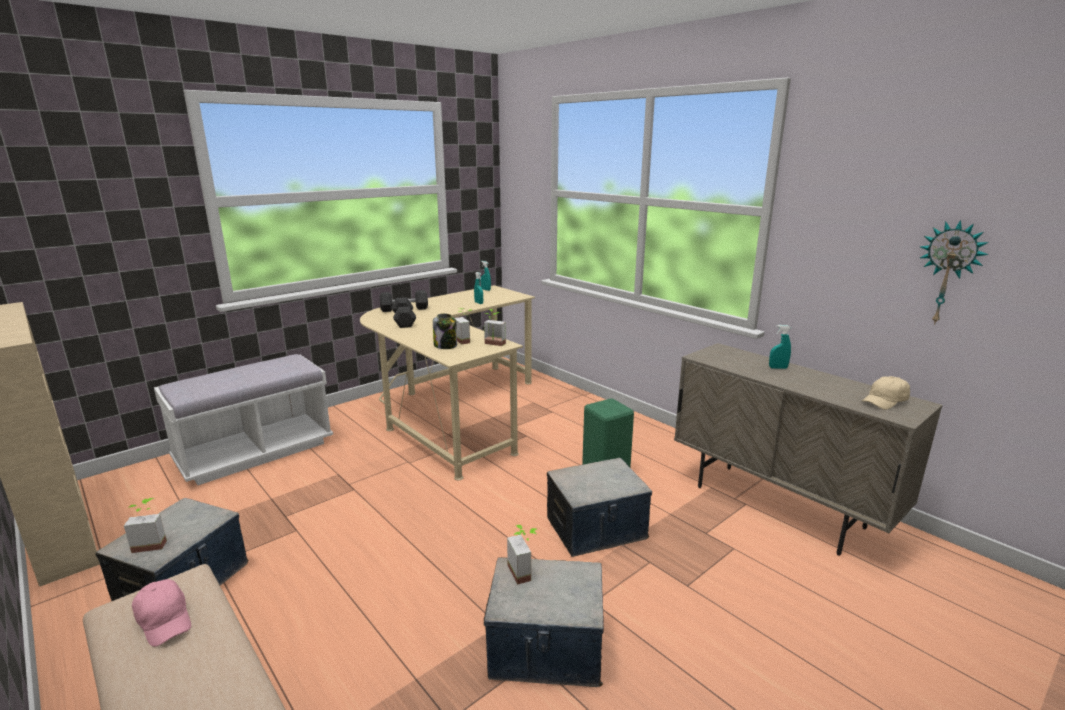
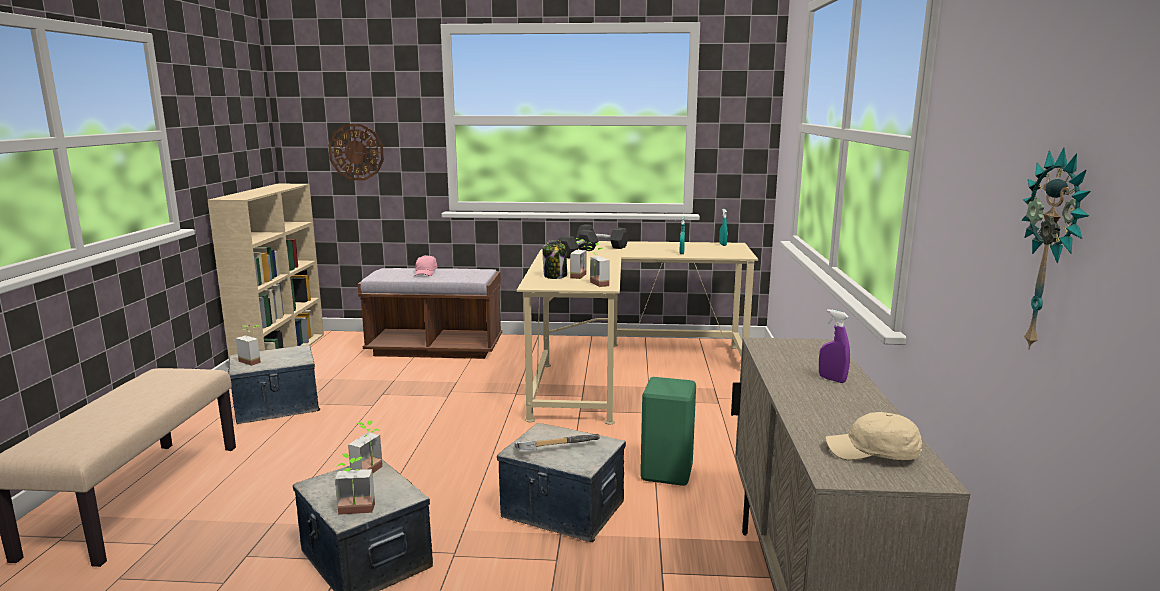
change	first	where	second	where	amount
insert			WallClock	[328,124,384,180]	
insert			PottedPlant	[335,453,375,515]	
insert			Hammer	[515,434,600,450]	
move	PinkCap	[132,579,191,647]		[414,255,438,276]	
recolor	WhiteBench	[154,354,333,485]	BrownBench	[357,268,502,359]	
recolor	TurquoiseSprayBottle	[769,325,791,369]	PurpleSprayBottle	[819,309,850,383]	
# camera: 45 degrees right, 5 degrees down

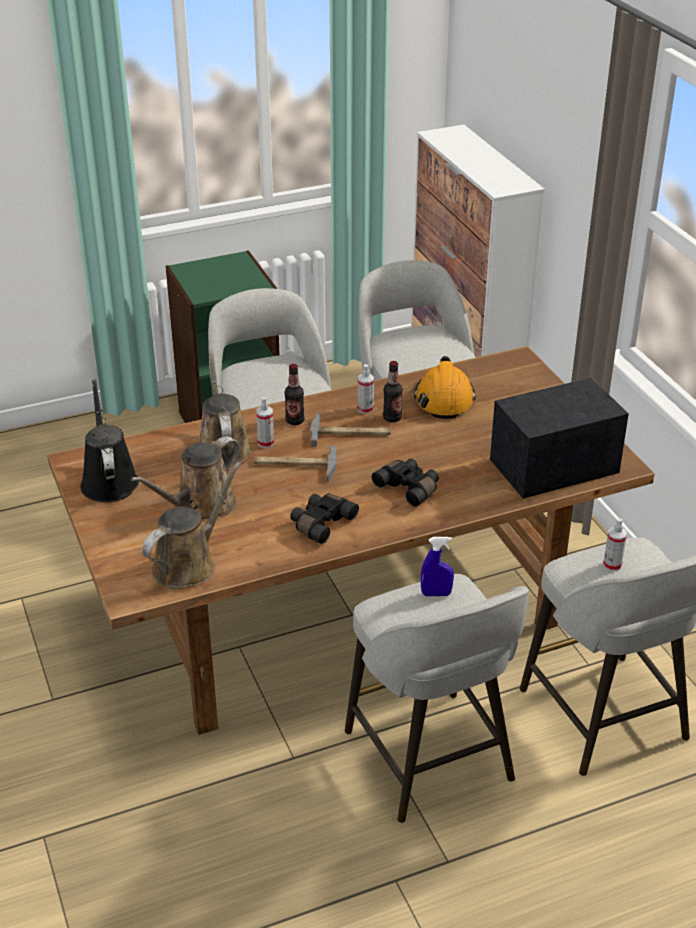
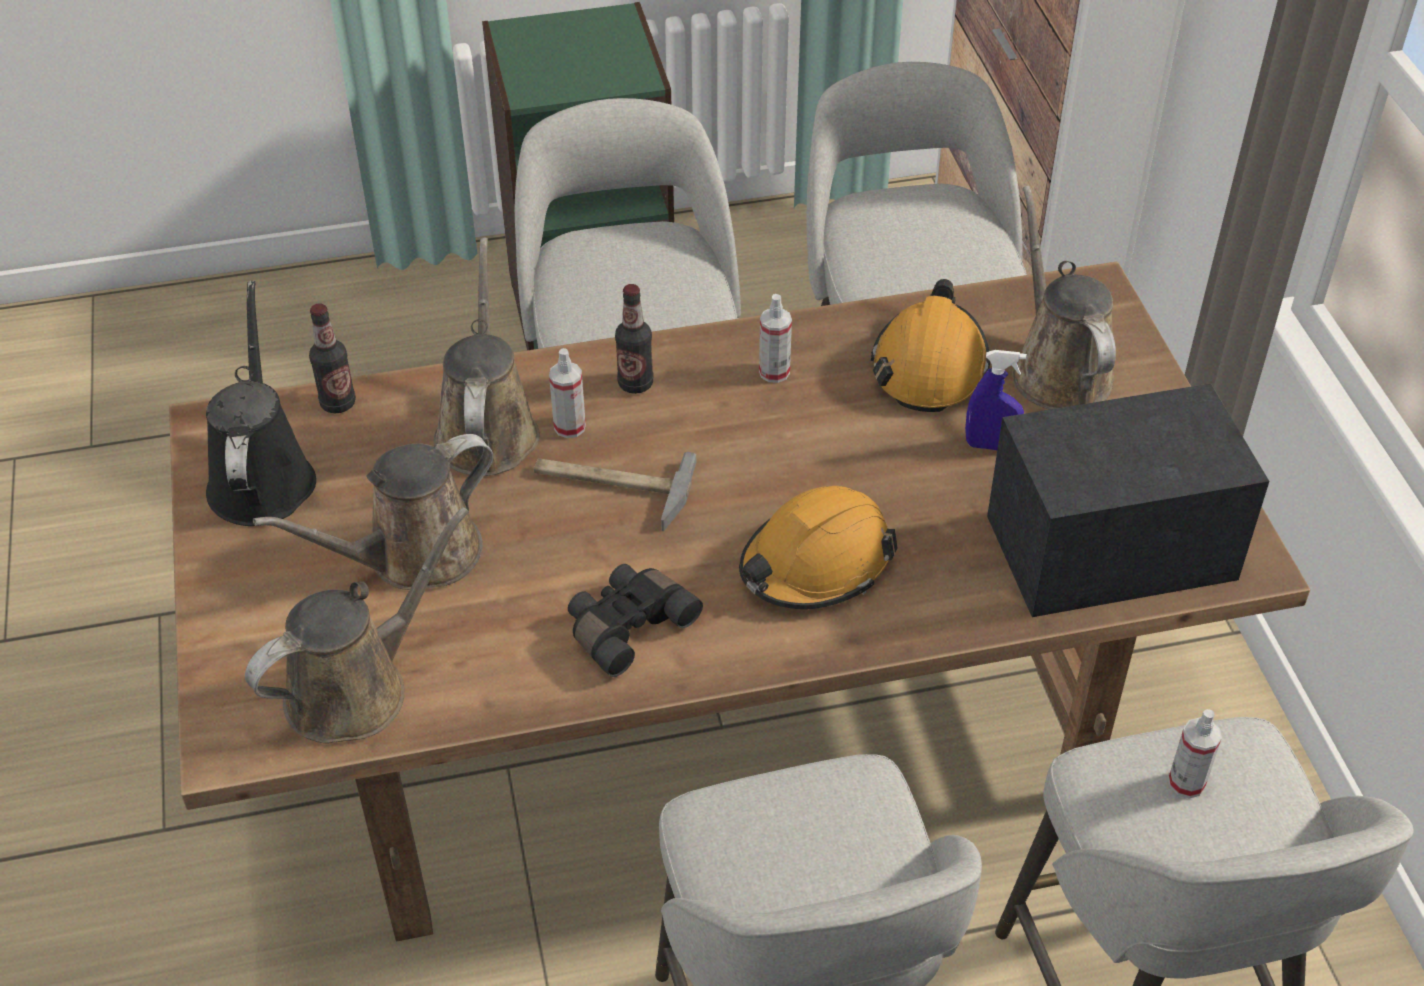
change	first	where	second	where	amount
delete	Hammer	[310,412,391,446]			
insert			BrownWateringCan	[1013,186,1116,410]	
move	Bottle	[383,361,403,422]		[309,303,356,413]	
move	BlueSprayBottle	[421,537,454,596]		[965,350,1027,450]	
replace	BlackBinoculars	[372,459,439,507]	OrangeHardHat	[739,486,898,609]	
# camera: 10 degrees right, 10 degrees up

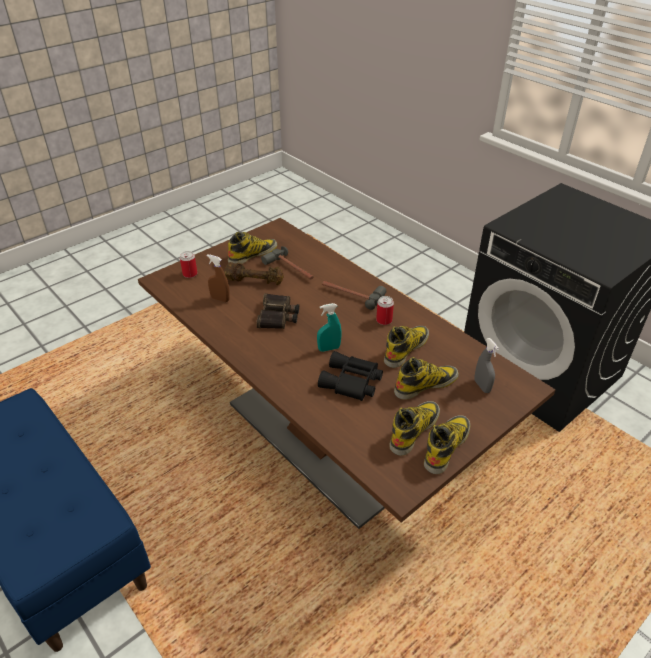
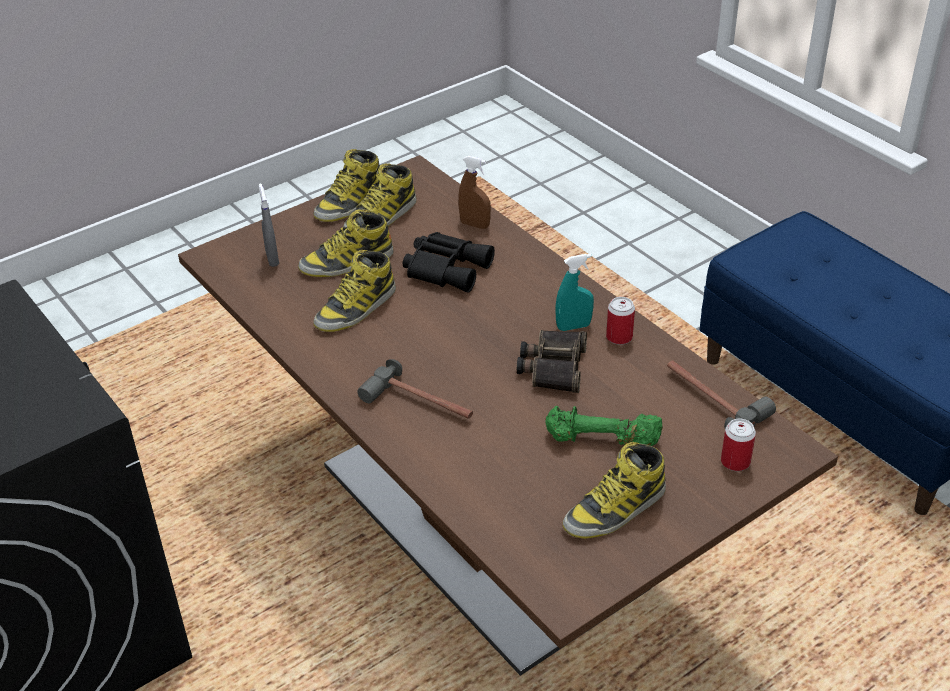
change	first	where	second	where	amount
move	BrownSprayBottle	[206,254,230,302]		[458,156,491,229]	
move	Hammer	[261,246,313,280]		[667,360,776,428]	
move	TurquoiseSprayBottle	[317,303,342,352]		[555,254,594,331]	
move	Can	[376,296,394,325]		[606,297,635,345]	
recolor	BrownDumbbell	[224,262,284,285]	GreenDumbbell	[545,406,663,446]	
# camera: 175 degrees left, 0 degrees up

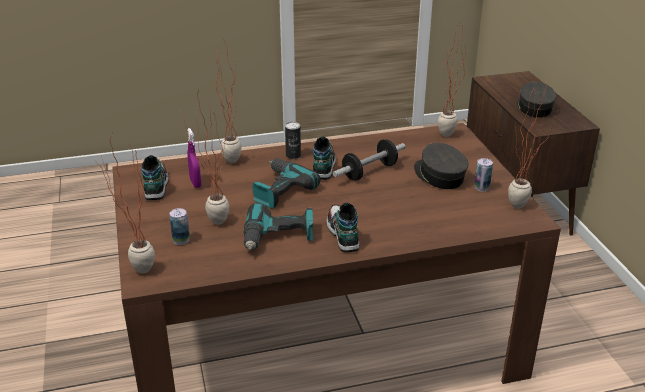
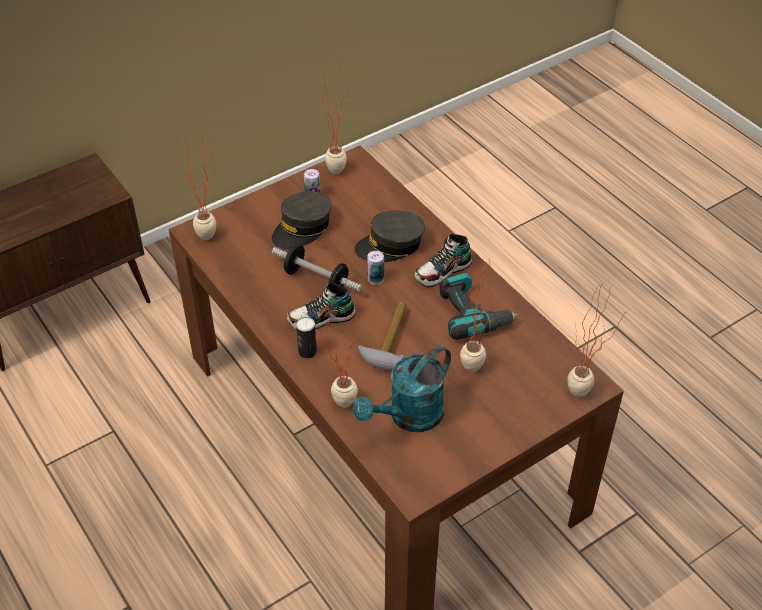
change	first	where	second	where	amount
delete	Shoe	[141,155,169,200]			
move	Can	[170,208,190,245]		[367,251,384,285]	
move	GreyCap	[517,81,556,118]		[354,211,425,262]	
replace	PurpleSprayBottle	[187,128,201,188]	TurquoiseWateringCan	[353,345,451,432]	
replace	PowerDrill	[252,158,320,209]	Hammer	[358,302,407,370]	
# camera: 110 degrees left, 15 degrees up

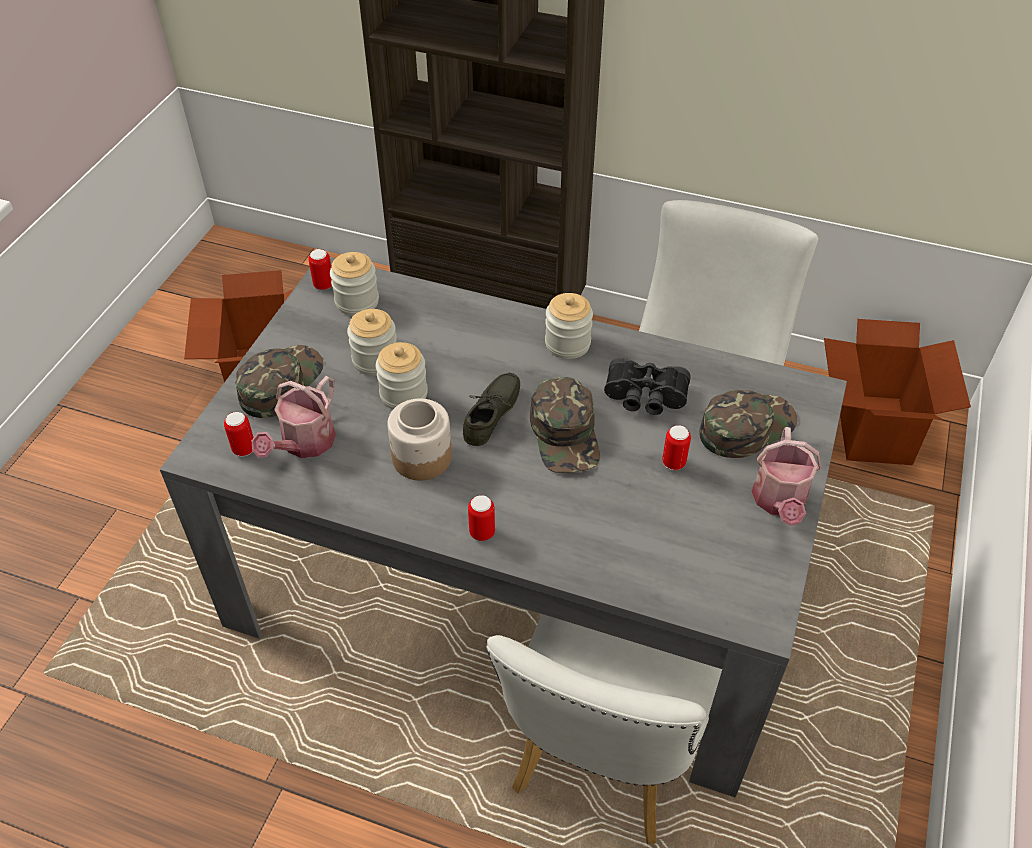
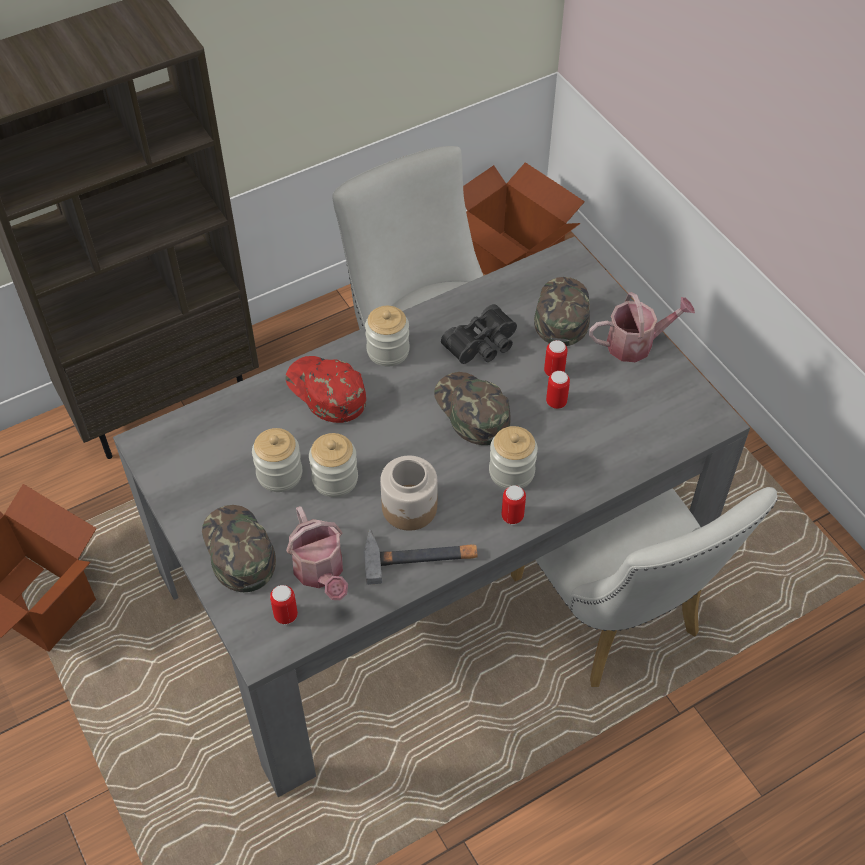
change	first	where	second	where	amount
delete	GreyShoe	[463,373,520,446]			
insert			RedCap	[286,356,366,423]	
insert			Hammer	[364,530,477,585]	
move	Can	[308,249,332,290]		[546,371,570,409]	
move	Jar	[330,252,379,316]		[489,426,538,489]	
rotate	GreenCap	[530,377,600,473]		[434,372,511,445]	150 degrees counterclockwise
rotate	WateringCan	[751,427,821,526]		[589,292,695,362]	60 degrees counterclockwise
# camera: 50 degrees left, 5 degrees up

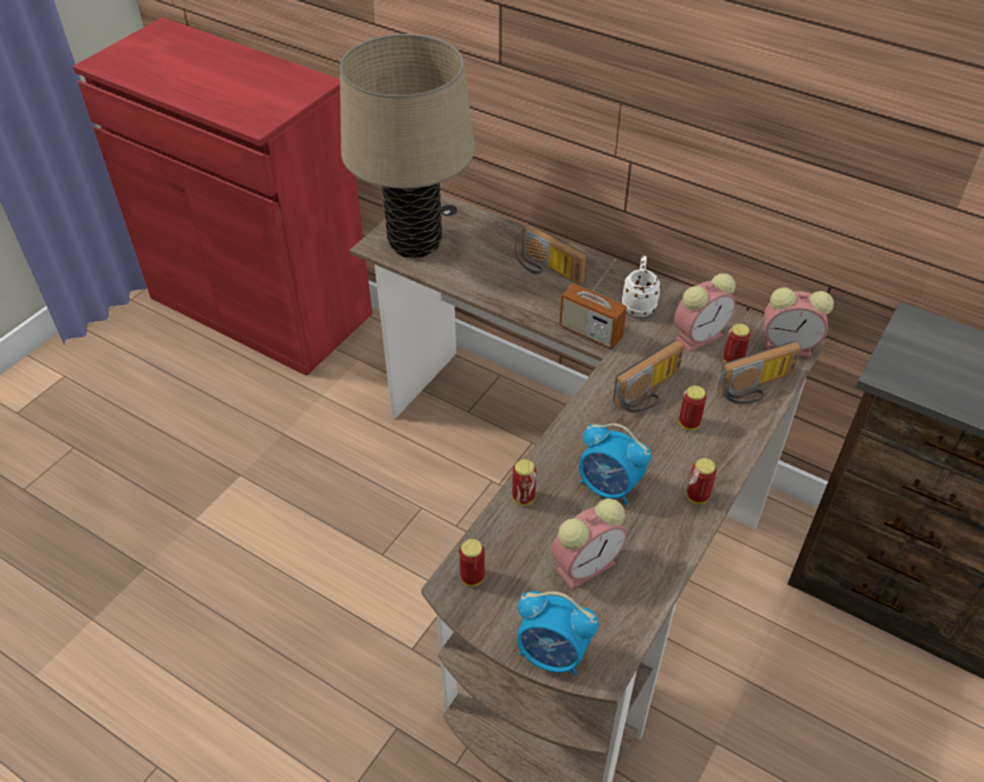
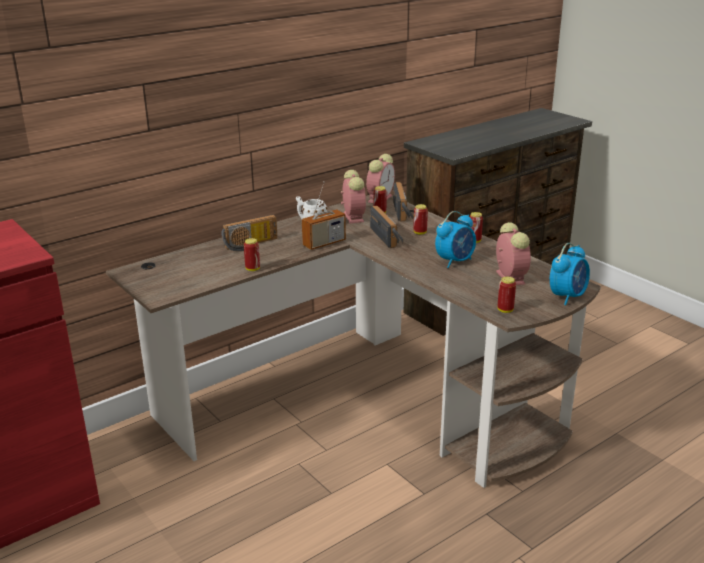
change	first	where	second	where	amount
delete	BeigeTableLamp	[340,34,475,258]			
move	Can	[512,459,536,506]		[244,238,260,271]	
# camera: 70 degrees left, 20 degrees down

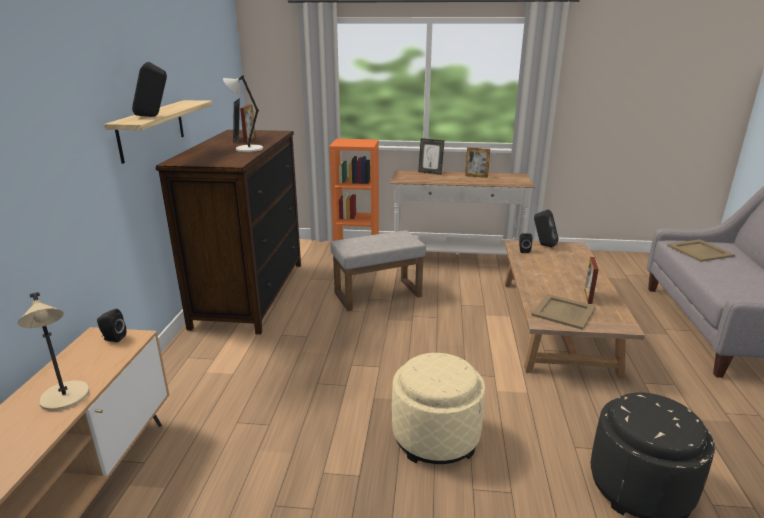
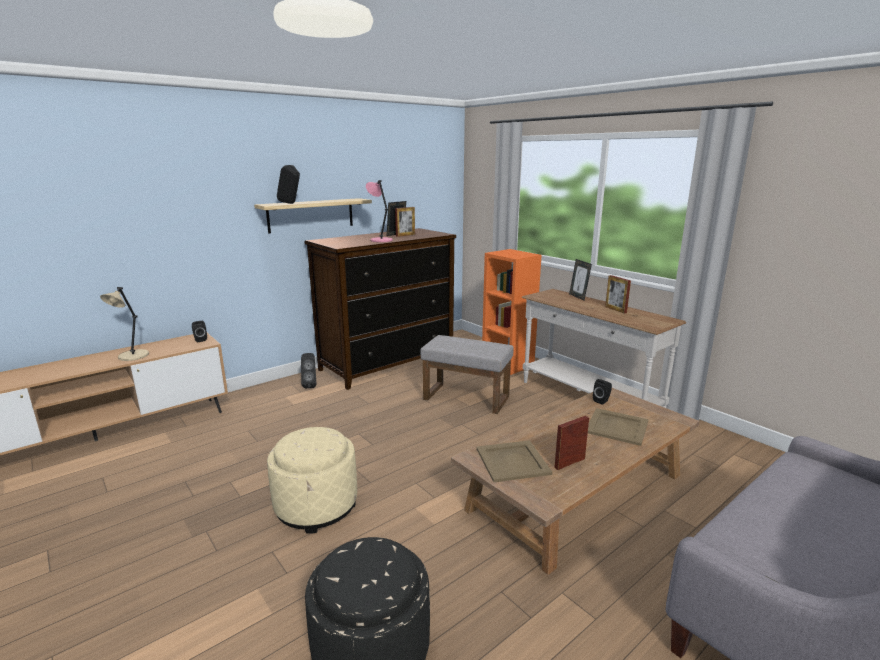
change	first	where	second	where	amount
move	BlackSpeaker	[534,209,559,248]		[301,353,316,388]	
move	BeigeTray	[667,239,735,262]		[588,408,649,446]	
recolor	GreyTableLamp	[223,75,263,152]	PinkTableLamp	[366,180,393,242]	
# camera: 45 degrees right, 5 degrees down

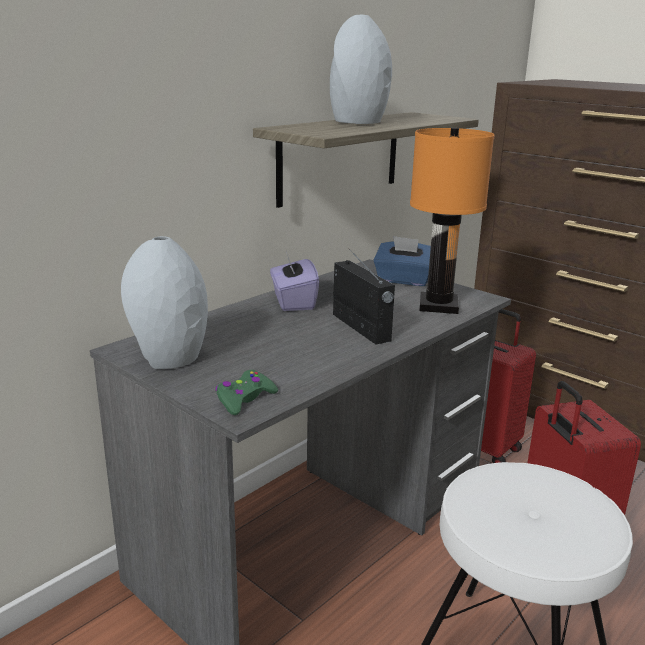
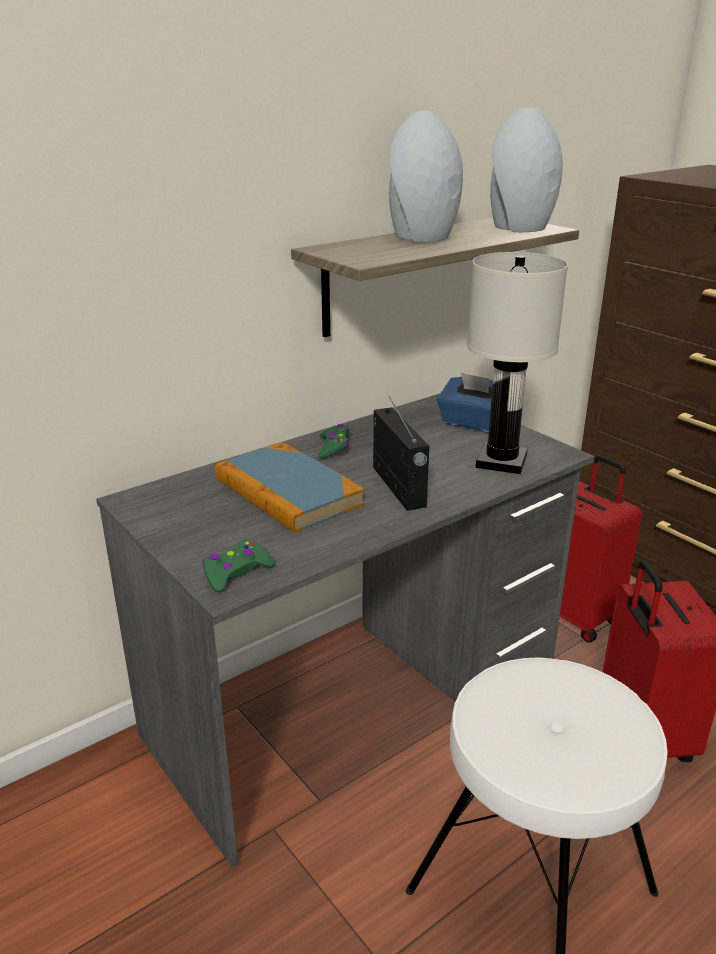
change	first	where	second	where	amount
insert			Book	[215,442,365,533]	
move	GreyVase	[121,236,208,369]		[490,108,563,232]	
replace	PurpleTissueBox	[270,251,319,311]	GreenGameController	[319,424,349,459]	
recolor	OrangeTableLamp	[410,128,495,314]	WhiteTableLamp	[467,252,568,474]	
# camera: 10 degrees right, 5 degrees up

